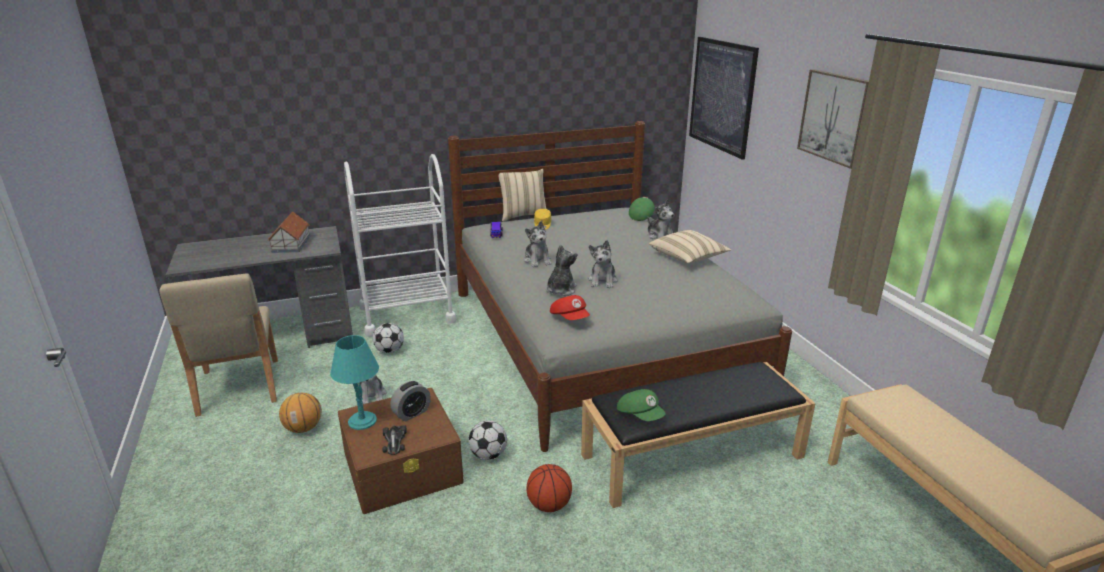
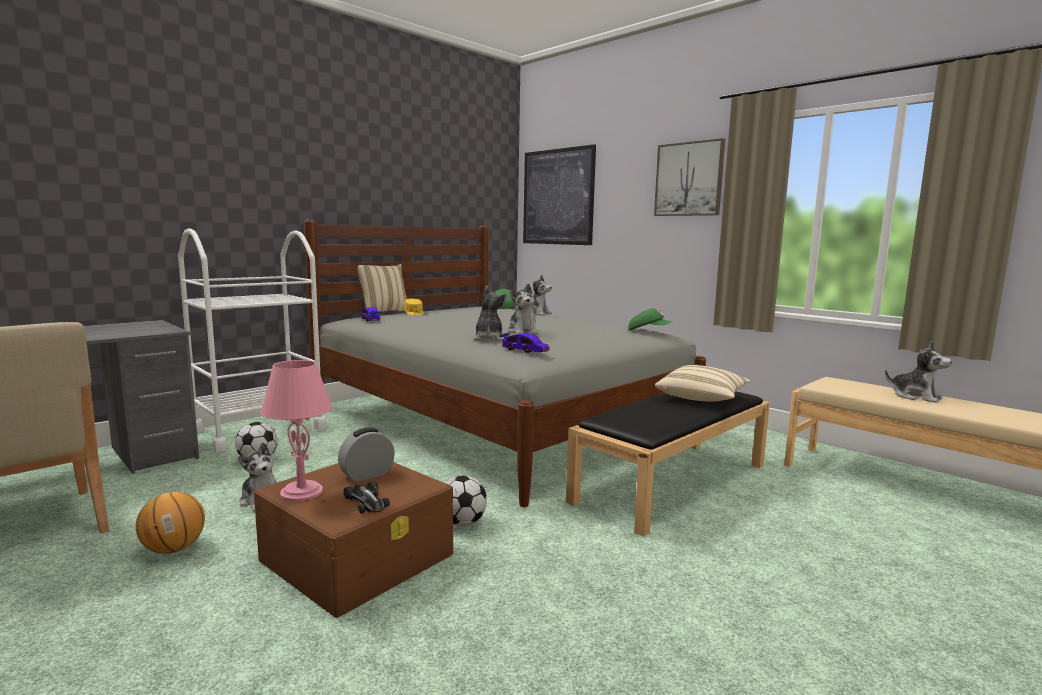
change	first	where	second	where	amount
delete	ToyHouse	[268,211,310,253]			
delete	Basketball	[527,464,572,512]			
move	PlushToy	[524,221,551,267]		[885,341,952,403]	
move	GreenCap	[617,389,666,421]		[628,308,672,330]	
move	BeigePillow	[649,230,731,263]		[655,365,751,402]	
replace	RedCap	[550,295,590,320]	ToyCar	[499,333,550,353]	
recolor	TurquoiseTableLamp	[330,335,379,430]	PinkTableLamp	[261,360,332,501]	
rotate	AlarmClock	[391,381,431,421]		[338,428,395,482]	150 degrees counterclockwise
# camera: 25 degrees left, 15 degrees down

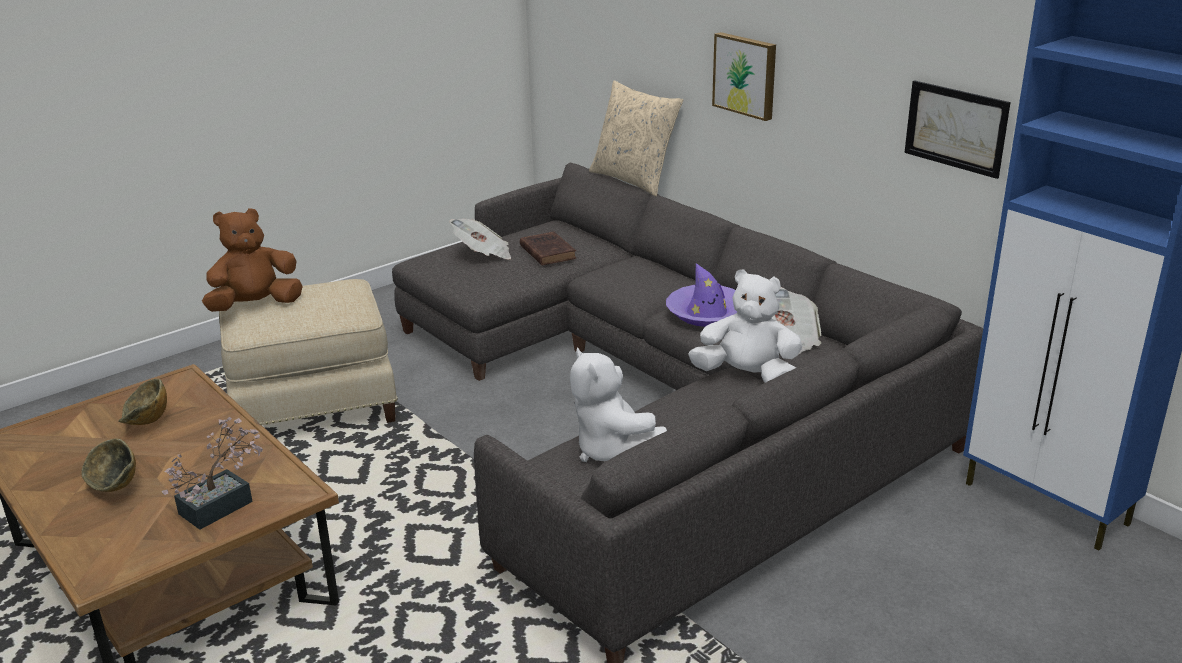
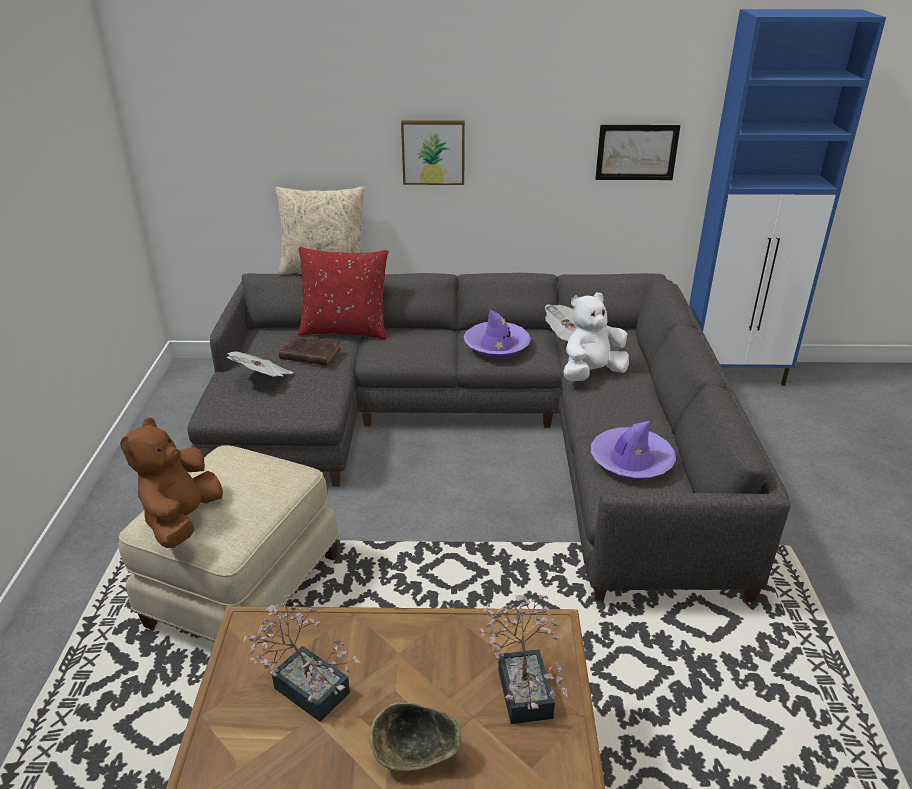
change	first	where	second	where	amount
insert			RedPillow	[298,247,389,340]	
replace	Bowl	[118,379,167,425]	PottedPlant	[243,593,361,722]	
replace	WhitePlushToy	[570,347,667,462]	PurpleHat	[591,421,676,480]	
# camera: 50 degrees left, 5 degrees up

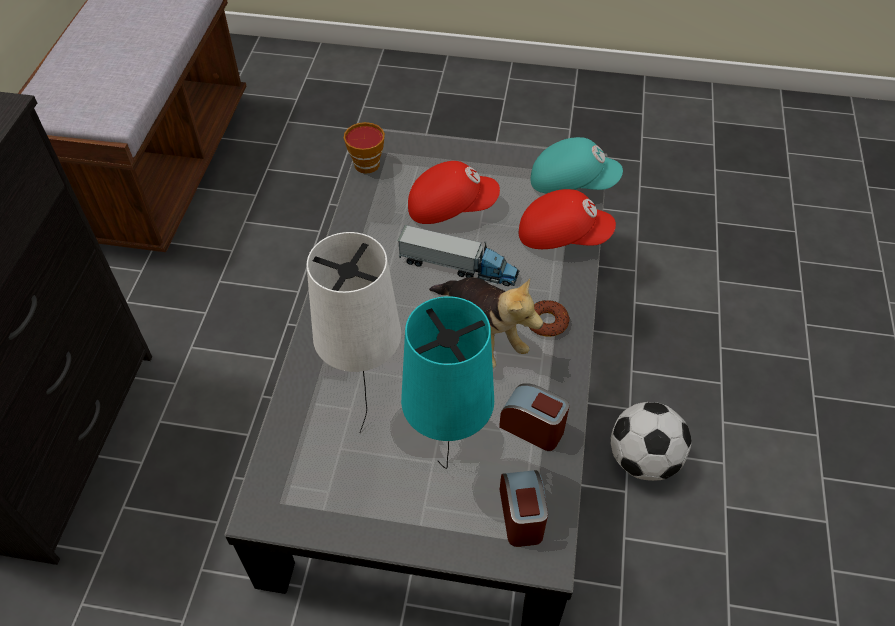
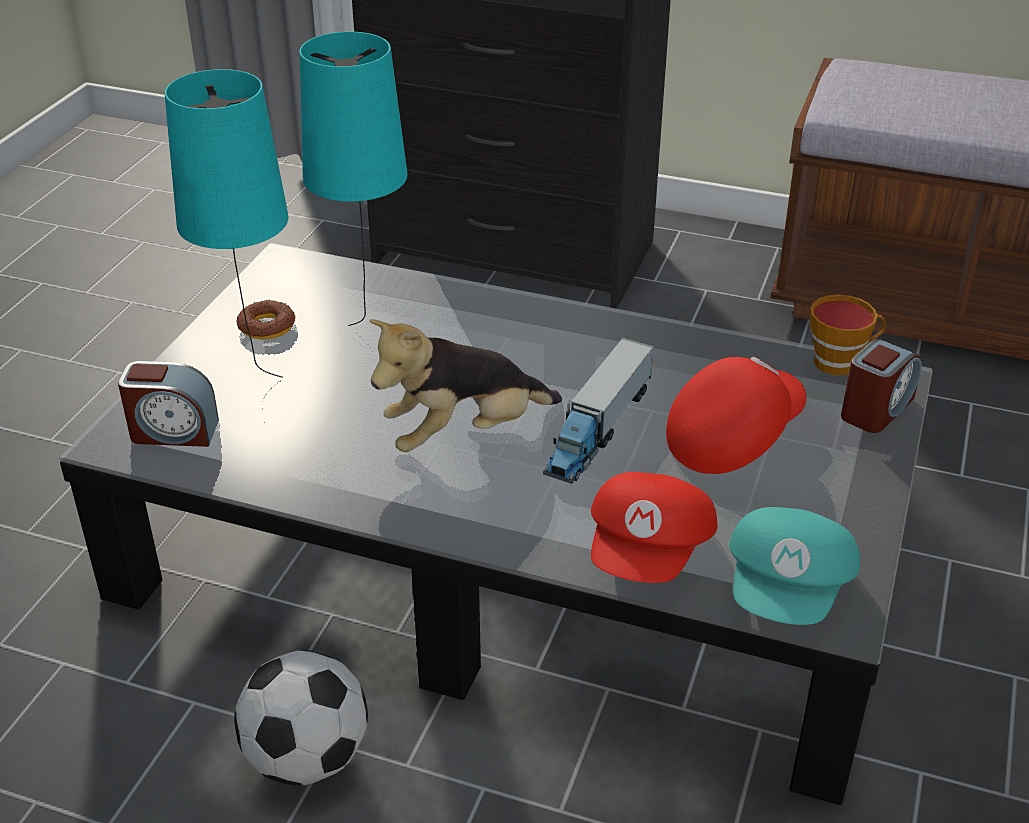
change	first	where	second	where	amount
move	AlarmClock	[499,383,569,451]		[841,339,922,433]	
move	Donut	[529,300,570,337]		[236,300,295,340]	
recolor	WhiteTableLamp	[307,232,401,432]	TurquoiseTableLamp	[299,32,408,326]	
rotate	RedCap	[408,161,500,224]		[666,356,806,474]	135 degrees counterclockwise
# camera: 100 degrees right, 15 degrees down

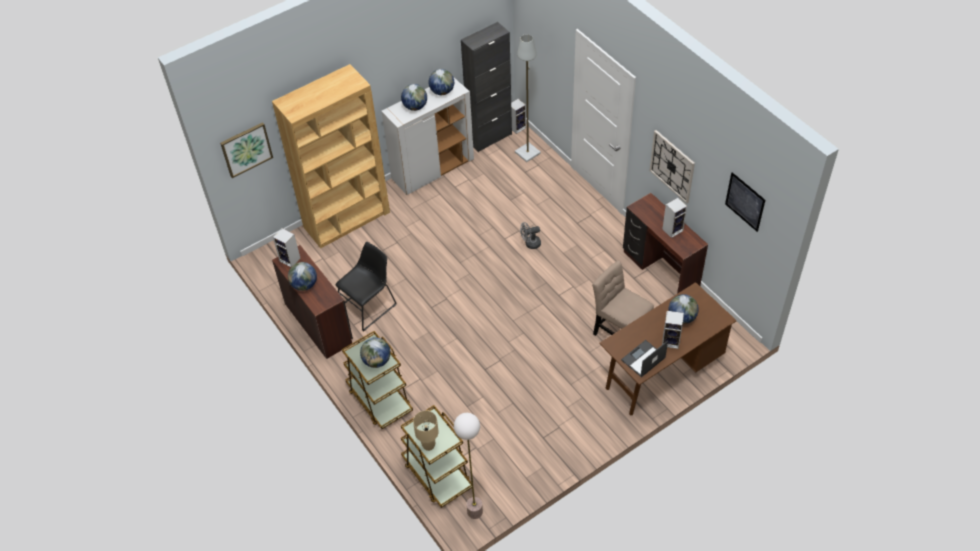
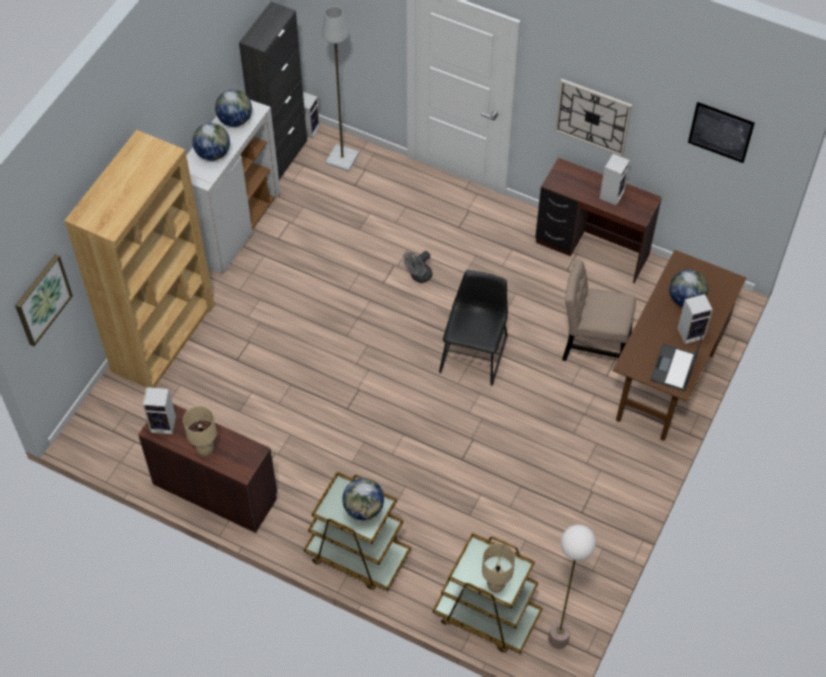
change	first	where	second	where	amount
move	BlackChair	[336,242,397,331]		[439,270,508,386]	
replace	Globe	[288,262,317,291]	BeigeTableLamp	[183,406,217,456]	
# camera: 30 degrees left, 5 degrees up

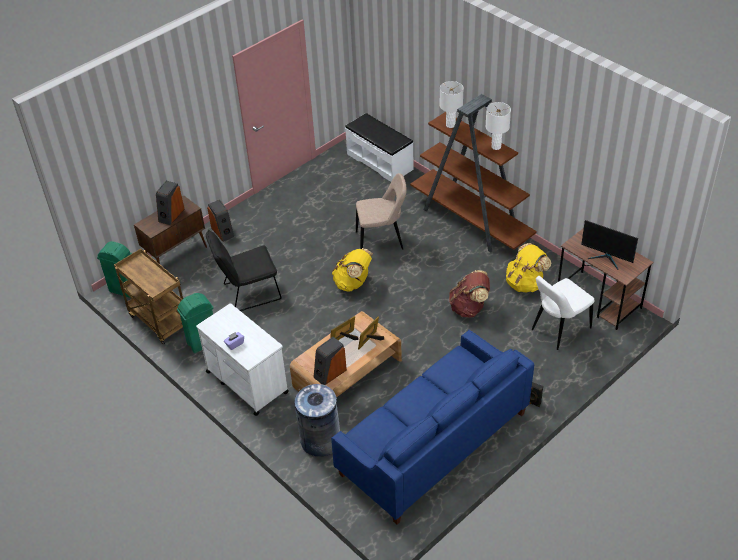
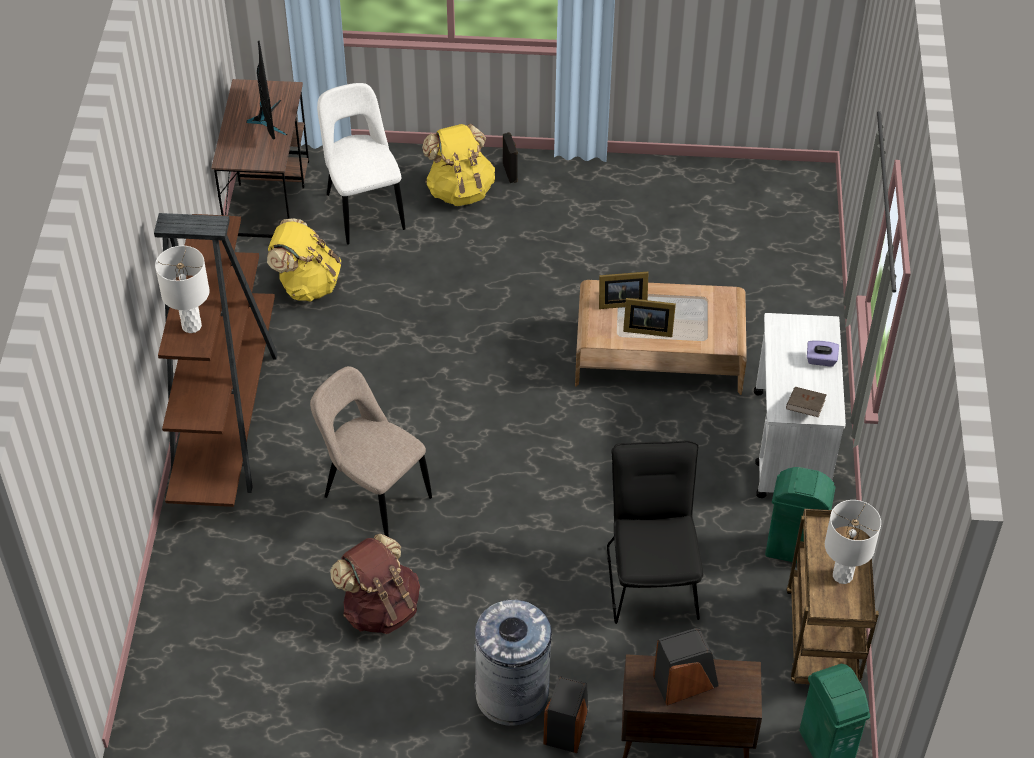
change	first	where	second	where	amount
delete	Speaker	[313,337,347,385]			
delete	BlueSofa	[331,330,534,524]			
delete	WhiteBench	[345,113,413,182]			
insert			BrownBook	[786,387,827,417]	
move	GreyTrashCan	[294,384,340,457]		[474,600,552,726]	
move	YellowBackpack	[332,248,373,292]		[422,124,495,206]	
move	BrownBackpack	[449,270,490,318]		[330,533,420,634]	
move	WhiteTableLamp	[486,102,511,150]		[825,500,881,584]	
rotate	BlackChair	[206,230,281,311]		[607,440,703,624]	120 degrees counterclockwise
rotate	WhiteChair	[531,276,595,350]		[317,83,405,245]	120 degrees counterclockwise
# camera: 135 degrees left, 5 degrees up

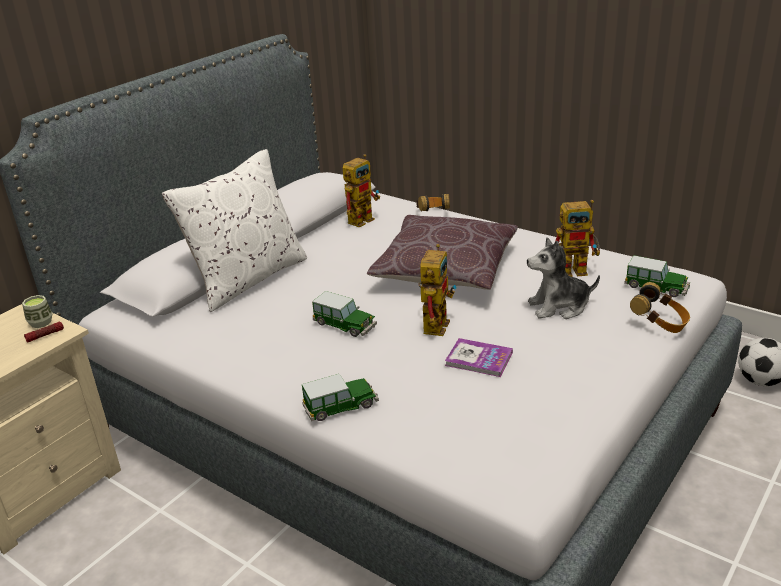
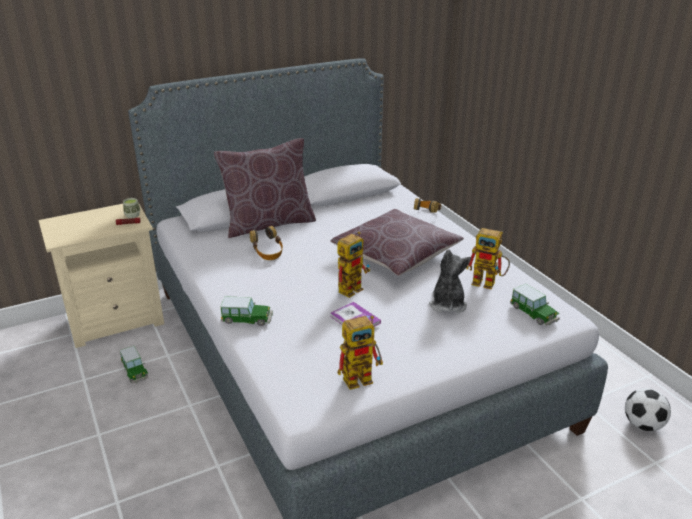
change	first	where	second	where	amount
move	ToyCar	[312,291,377,337]		[120,346,148,384]	
move	ToyRobot	[343,154,380,228]		[338,315,383,390]	
move	Headphones	[630,282,690,333]		[250,226,283,260]	
recolor	WhitePillow	[162,149,307,312]	BrownPillow	[214,138,316,238]	
rotate	PlushToy	[527,237,600,319]		[429,249,471,313]	75 degrees clockwise
# camera: 25 degrees right, 0 degrees up

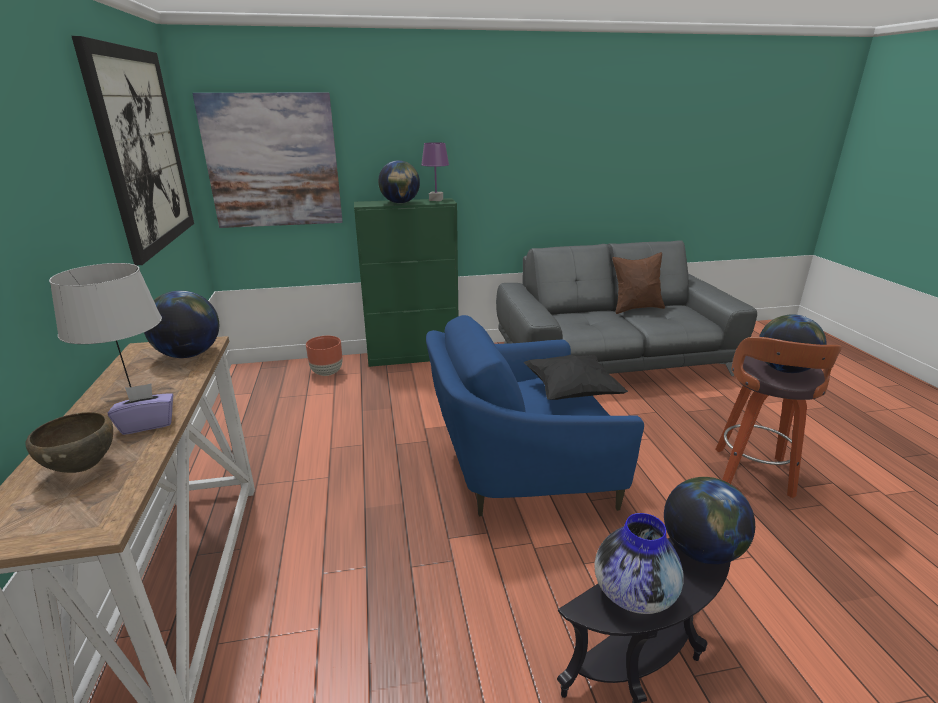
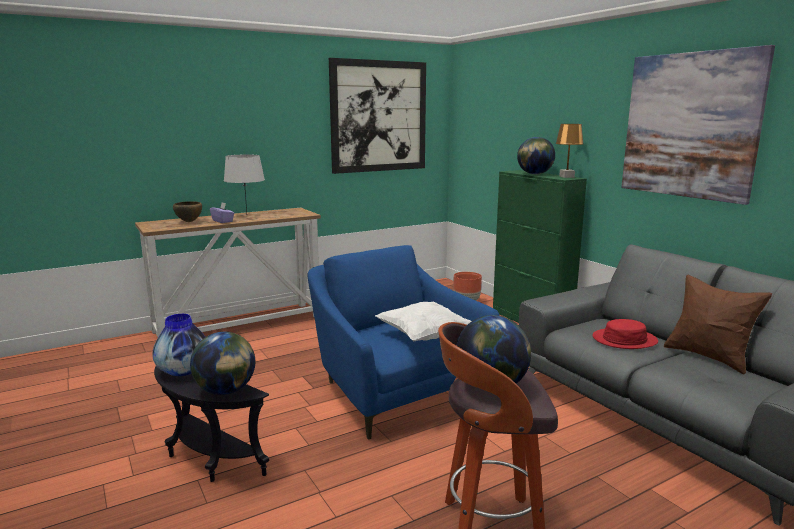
change	first	where	second	where	amount
delete	Globe	[144,291,219,358]			
insert			RedHat	[592,319,658,349]	
move	Picture	[192,93,343,228]		[621,45,775,205]	
recolor	PurpleTableLamp	[421,142,449,201]	BrownTableLamp	[556,124,583,178]	
recolor	BlackPillow	[524,355,628,400]	WhitePillow	[375,302,472,342]	
# camera: 70 degrees right, 10 degrees down

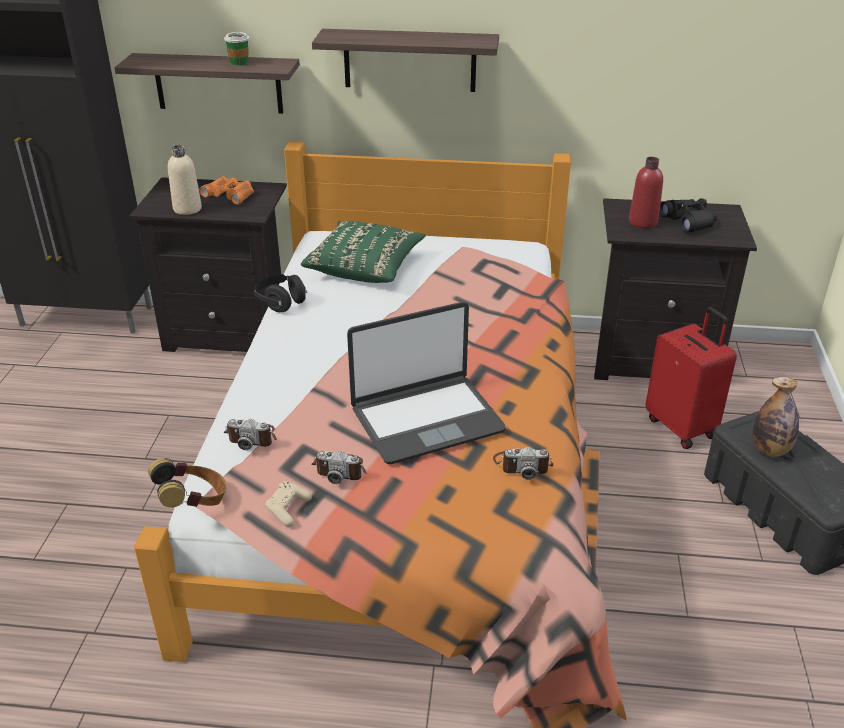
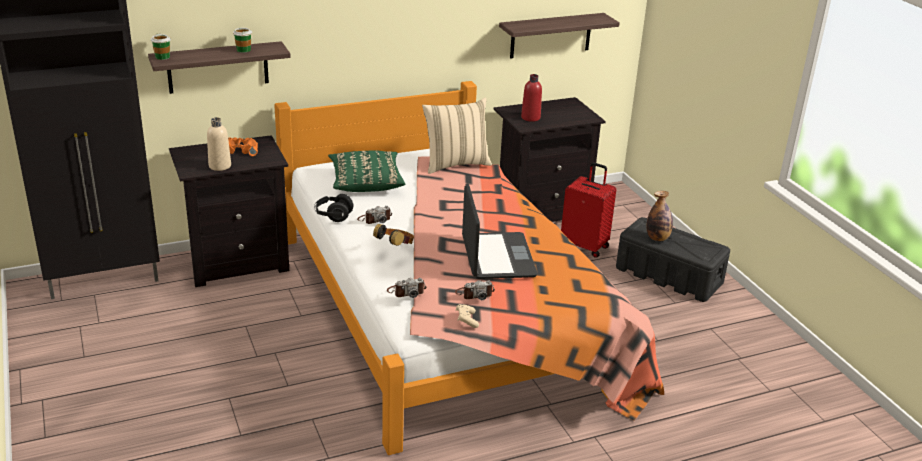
change	first	where	second	where	amount
delete	BlackBinoculars	[660,198,716,232]			
insert			Cup	[151,33,171,60]	
insert			BeigePillow	[422,98,492,174]	
move	Headphones	[148,458,227,508]		[373,223,414,246]	
move	Shelf	[312,29,499,92]		[499,13,620,59]	
move	PhotoCamera	[493,447,553,480]		[357,206,392,224]	
rotate	Laptop	[347,302,506,464]		[462,183,537,279]	45 degrees counterclockwise
# camera: 30 degrees left, 5 degrees down

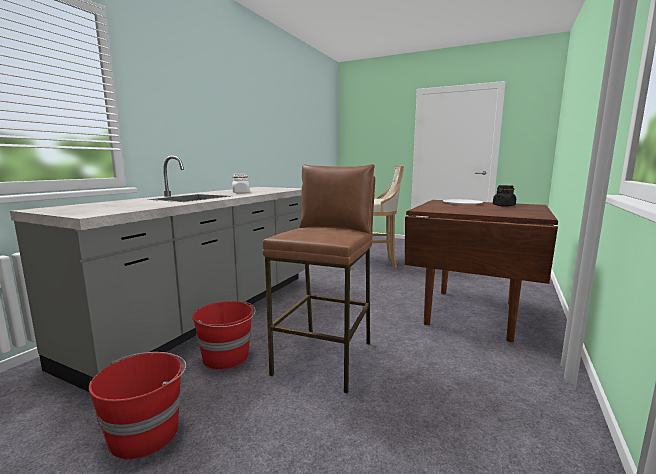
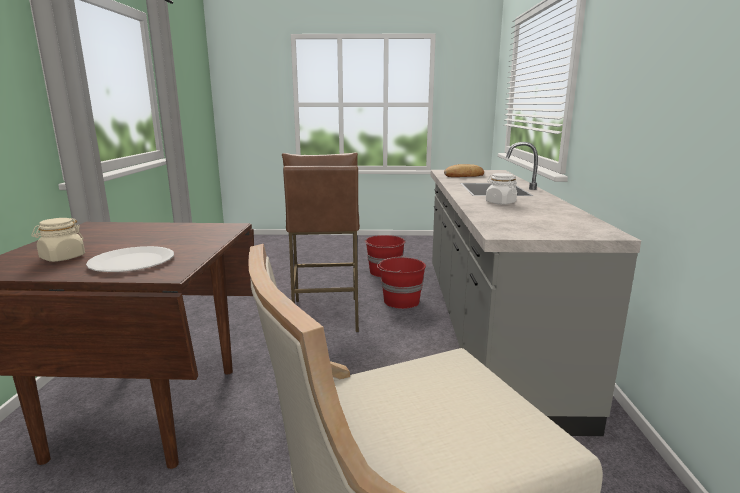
change	first	where	second	where	amount
insert			Bread	[444,164,484,177]	
recolor	BlackJar	[493,185,516,207]	BeigeJar	[31,218,85,262]	
# camera: 155 degrees right, 5 degrees up

